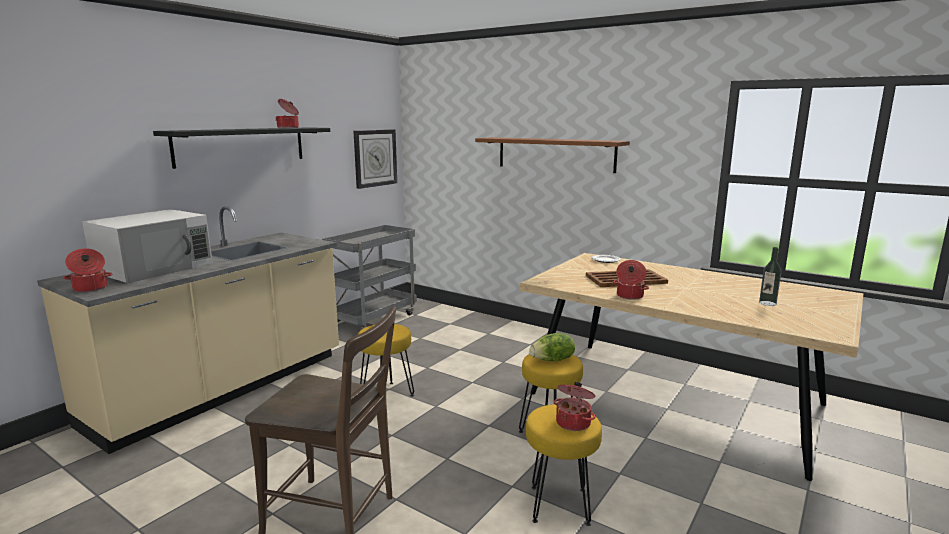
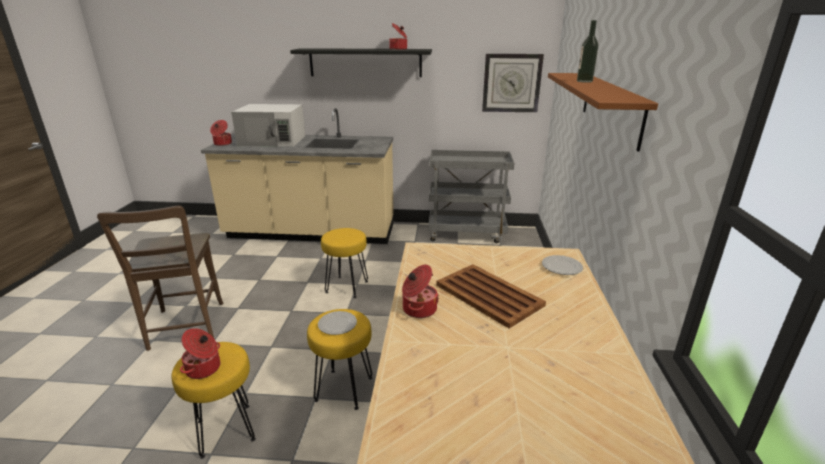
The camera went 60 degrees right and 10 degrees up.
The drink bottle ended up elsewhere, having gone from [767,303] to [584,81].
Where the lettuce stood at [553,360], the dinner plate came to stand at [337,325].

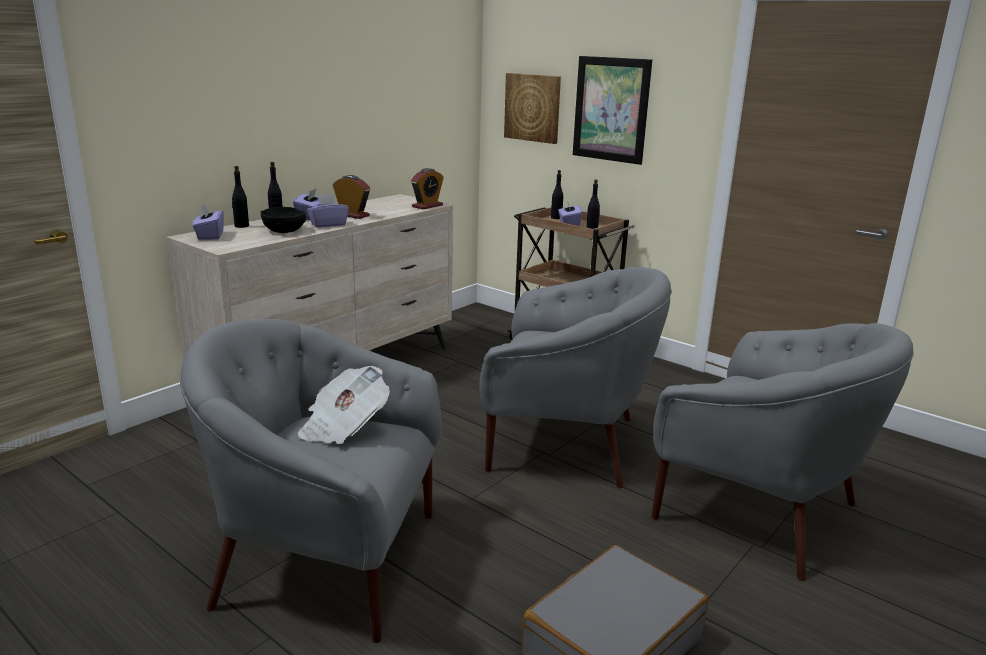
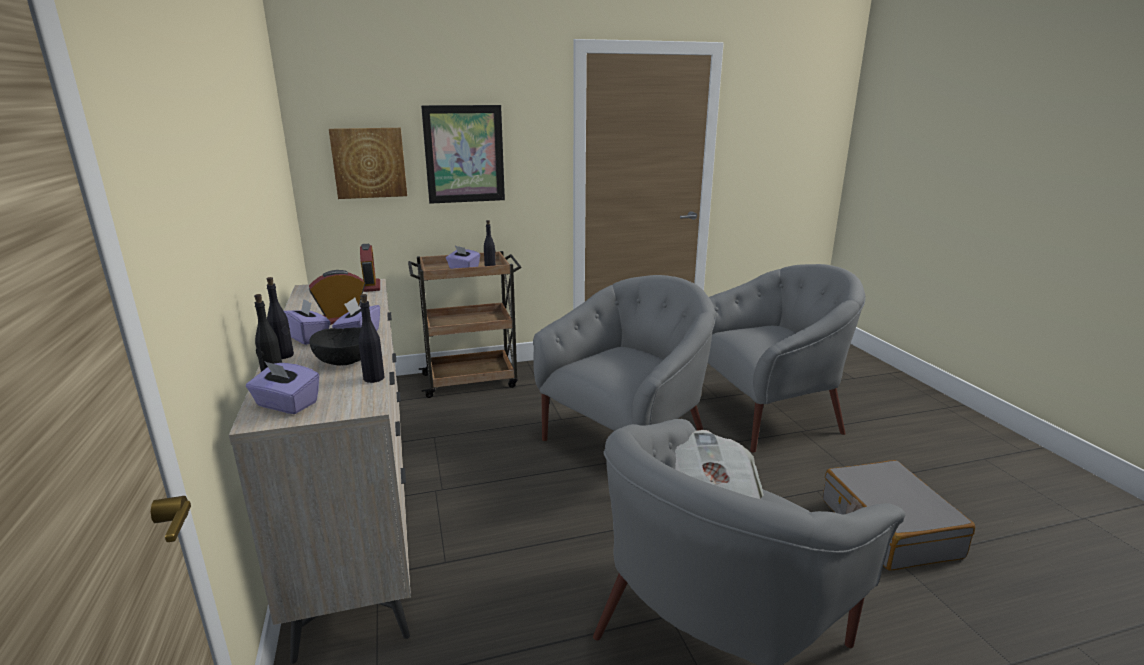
The camera went 55 degrees left and 0 degrees up.
The drink bottle in blackish ended up elsewhere, having gone from [556,218] to [374,378].

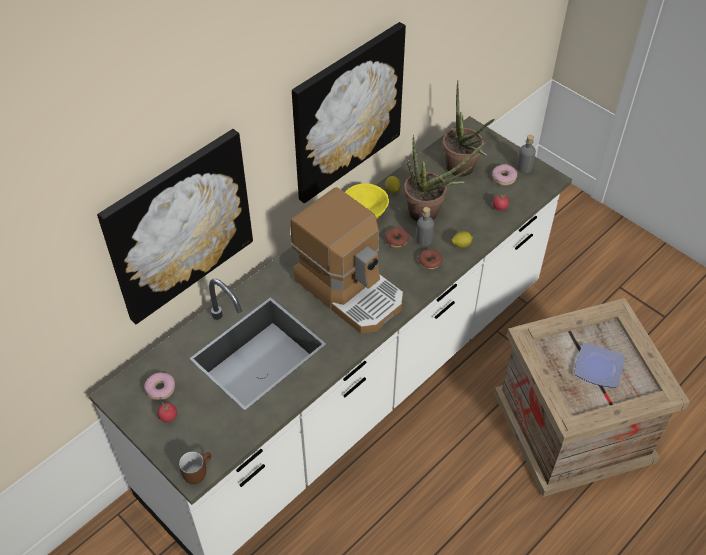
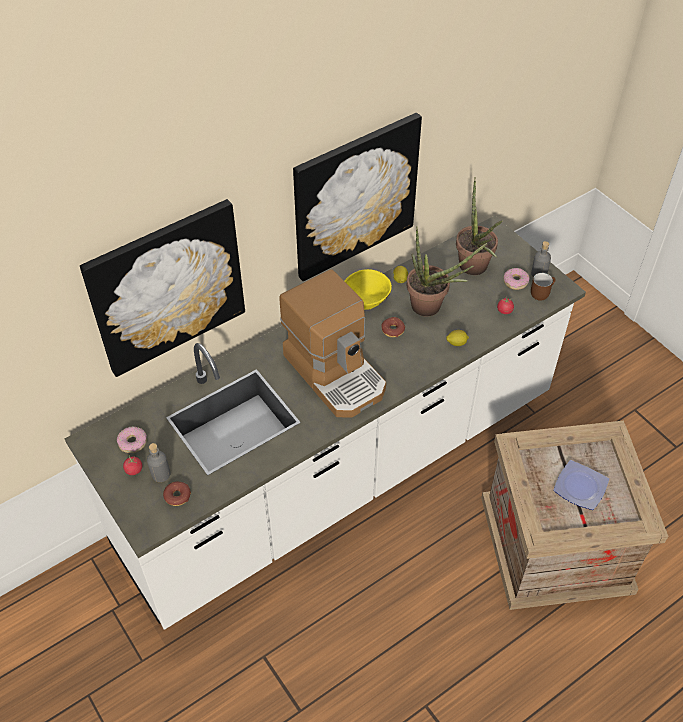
The camera went 10 degrees right and 0 degrees up.
The drink bottle in grey ended up elsewhere, having gone from [424,239] to [161,474].
The ring doughnut ended up elsewhere, having gone from [430,262] to [177,496].
The mug in brown-coloured ended up elsewhere, having gone from [197,471] to [541,292].

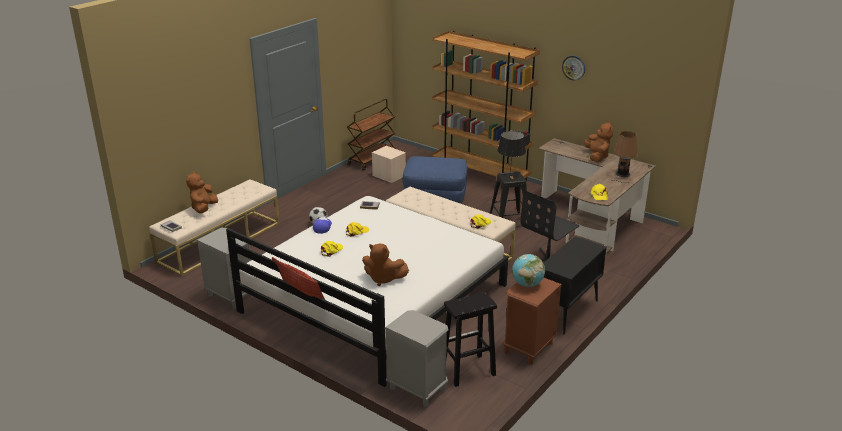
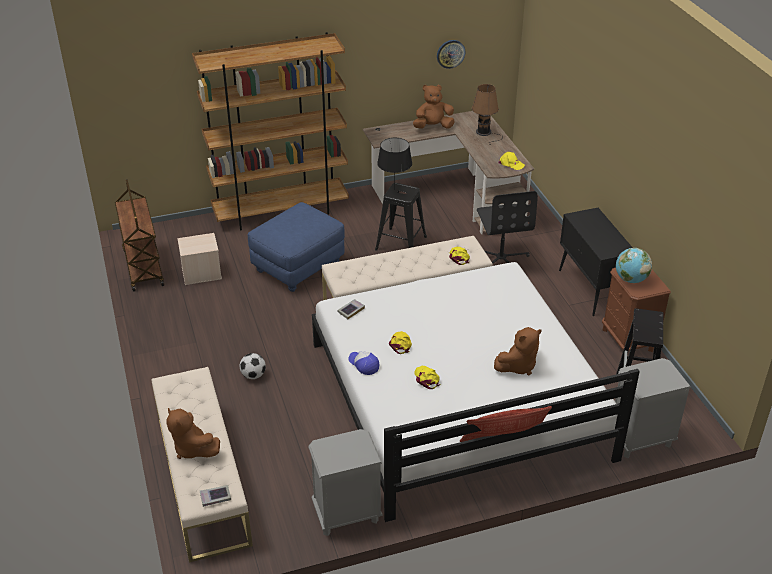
The camera went 55 degrees left and 10 degrees up.
The hanging clock ended up elsewhere, having gone from [574,67] to [450,53].
The cuddly toy in brown-coloured at [597,157] ended up facing another way, 45 degrees counterclockwise from before.

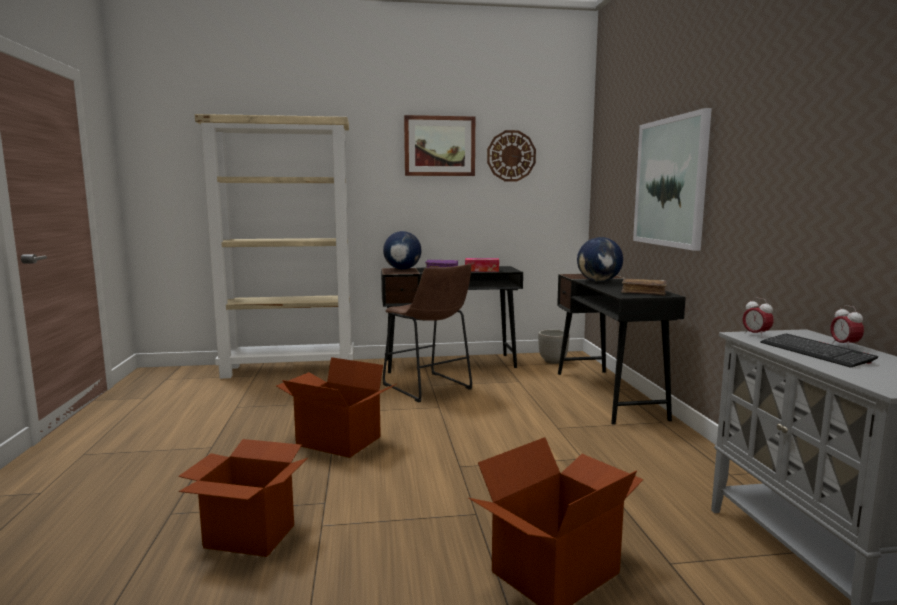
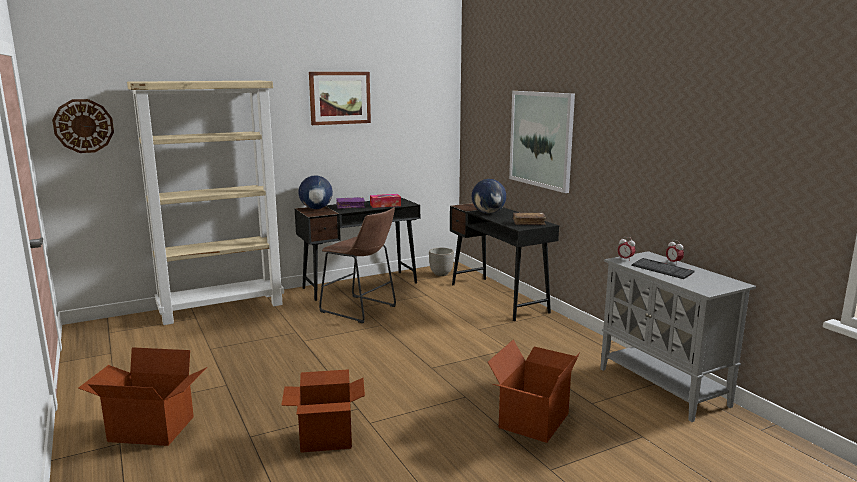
The camera went 20 degrees left and 5 degrees up.
The hanging clock ended up elsewhere, having gone from [511,156] to [83,126].
The packing box ended up elsewhere, having gone from [337,442] to [150,430].

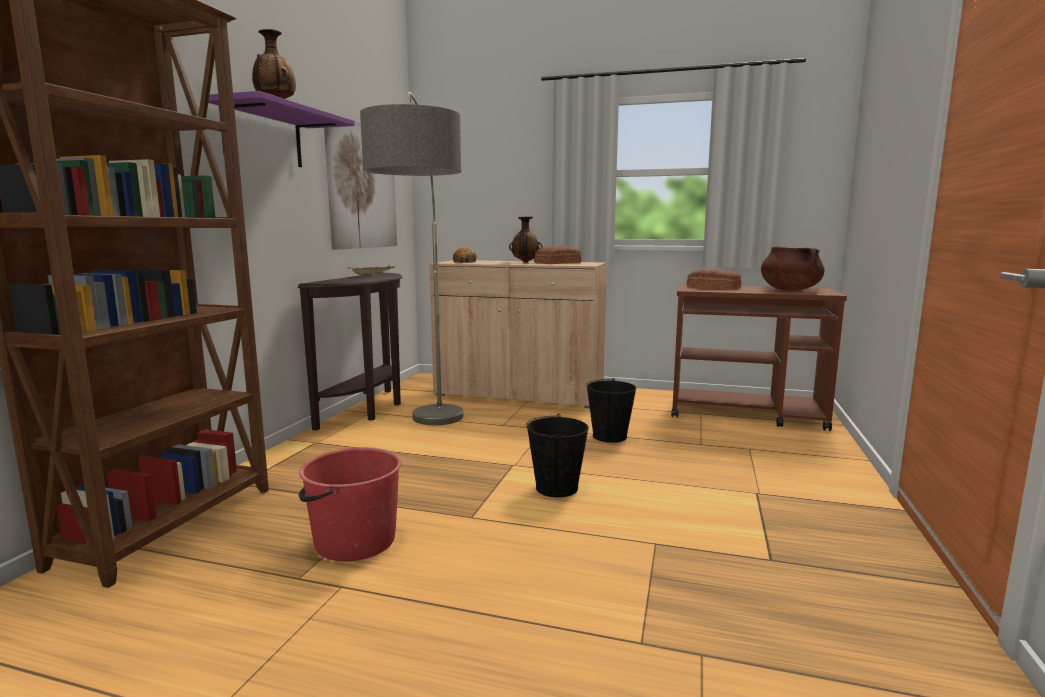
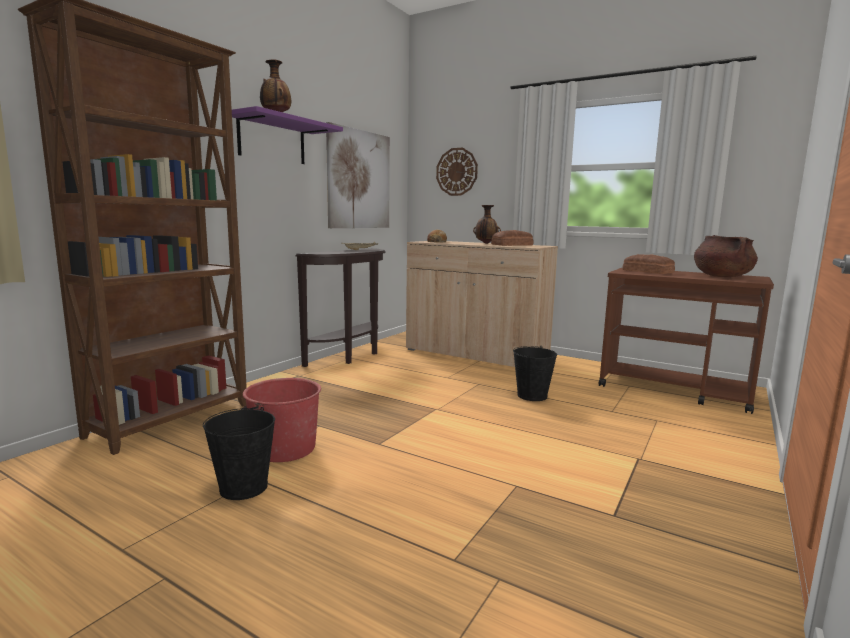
The camera went 15 degrees right and 0 degrees up.
The second view lost the standing lamp at [428,438].
The bucket in blackish ended up elsewhere, having gone from [557,488] to [244,487].
The second view gained the hanging clock at [457,172].

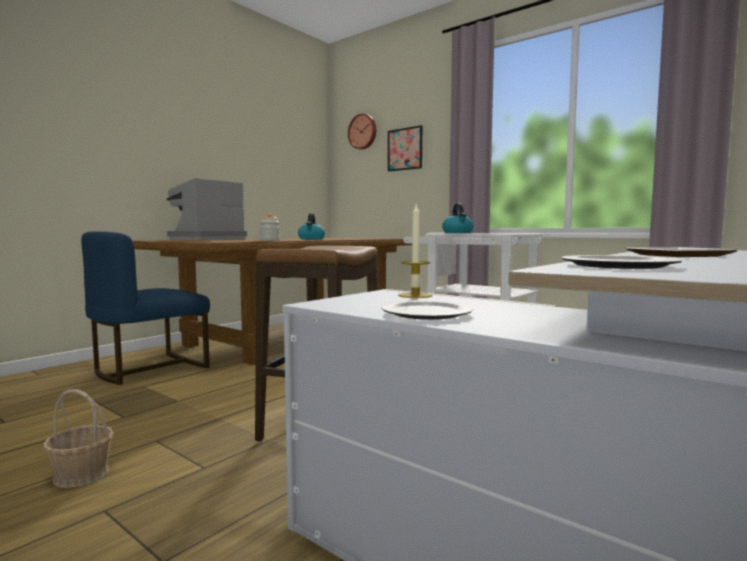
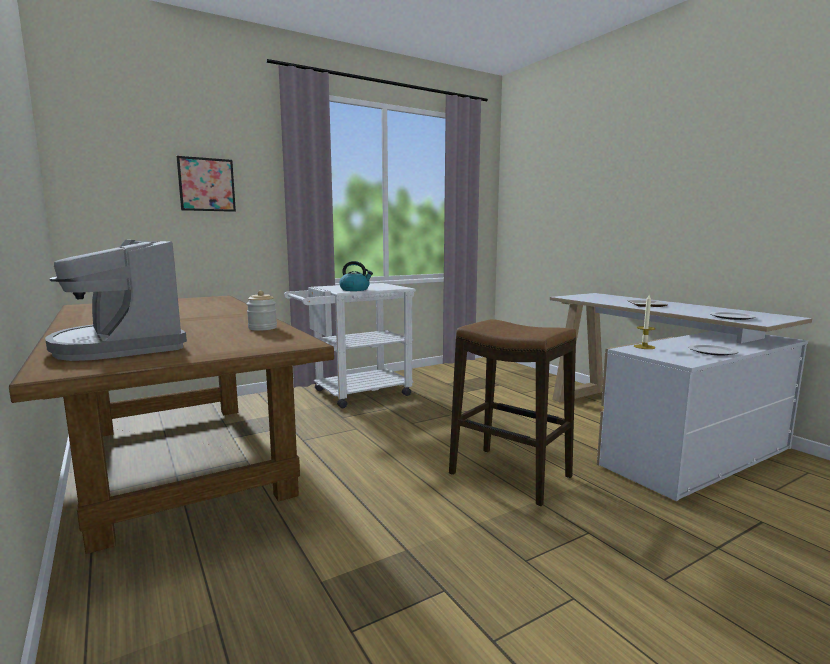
The camera went 70 degrees left and 5 degrees up.
The second view lost the hanging clock at [363,132].
The second view lost the tea kettle at [311,239].
The second view lost the upright chair in blue-coloured at [149,369].
The second view lost the household basket at [81,475].

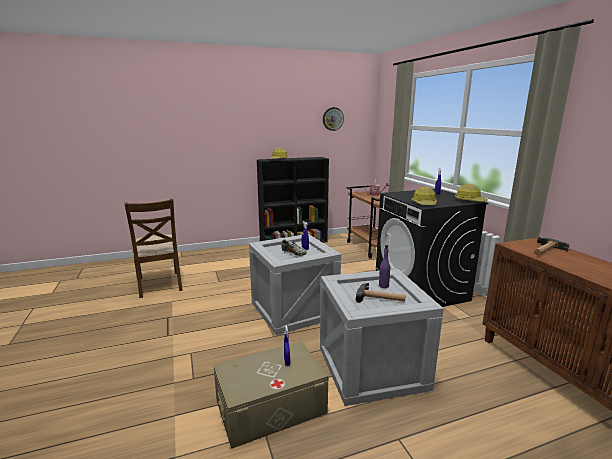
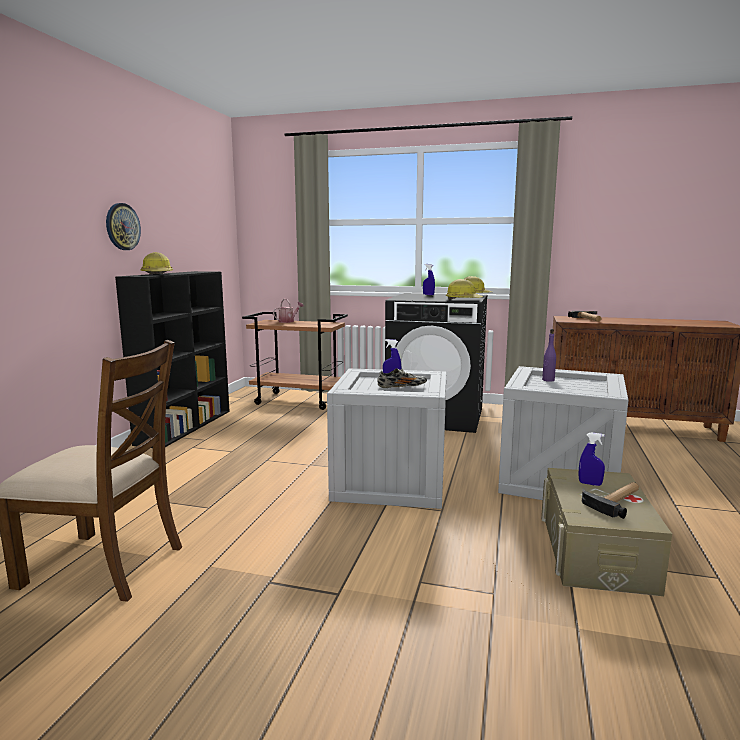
The camera went 55 degrees left and 5 degrees down.
The hanging clock ended up elsewhere, having gone from [333,119] to [122,226].
The hand hammer ended up elsewhere, having gone from [380,298] to [615,501].

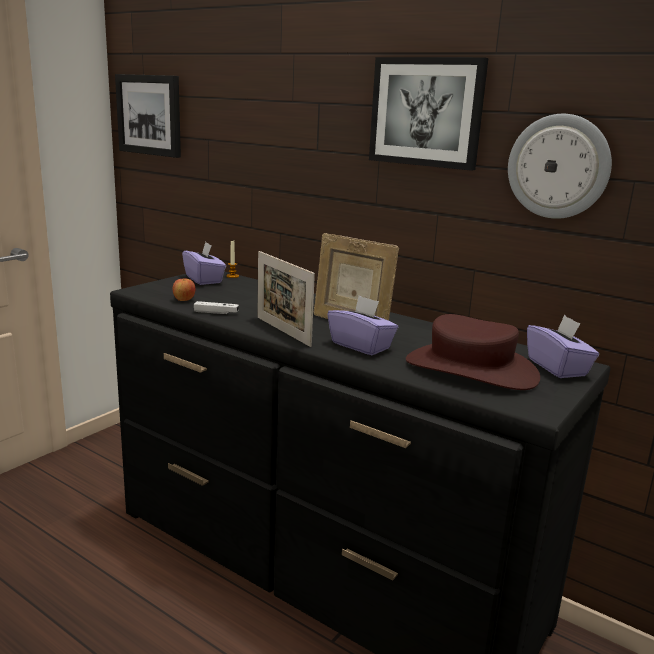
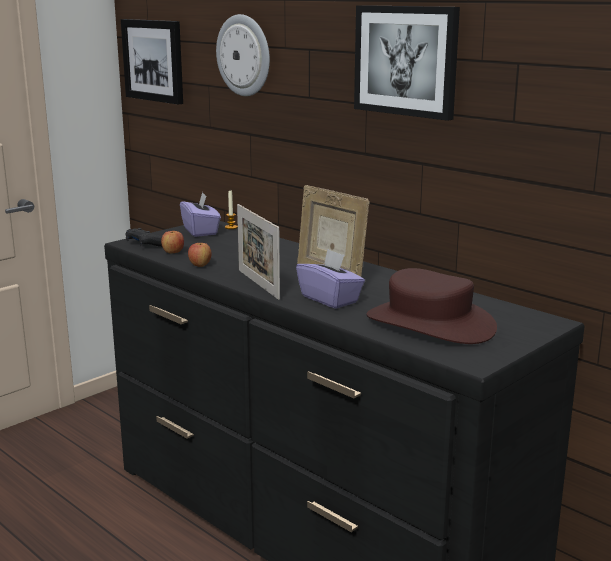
The camera went 10 degrees right and 0 degrees up.
The hanging clock ended up elsewhere, having gone from [558,167] to [244,55].
Where the gamepad in white-coloured stood at [216,312], the whole apple came to stand at [200,265].
The second view lost the tissue box in purple at [557,367].
The second view gained the gamepad in blackish at [145,244].

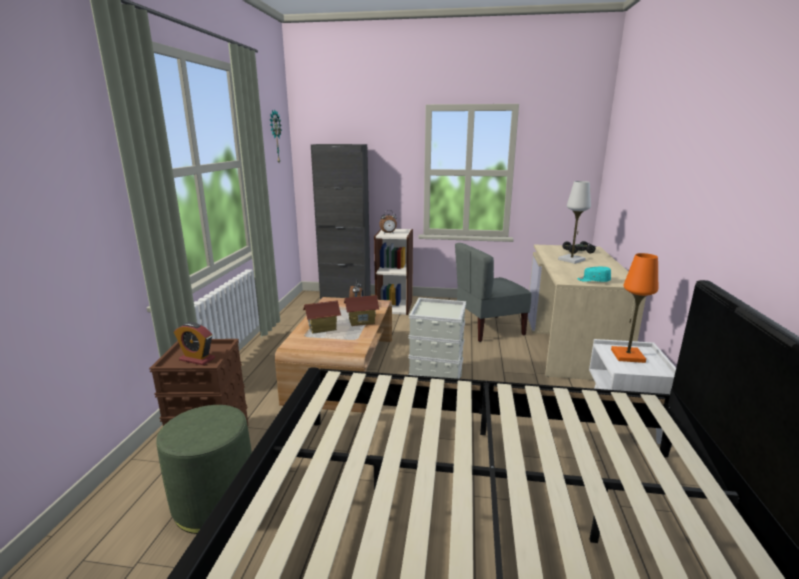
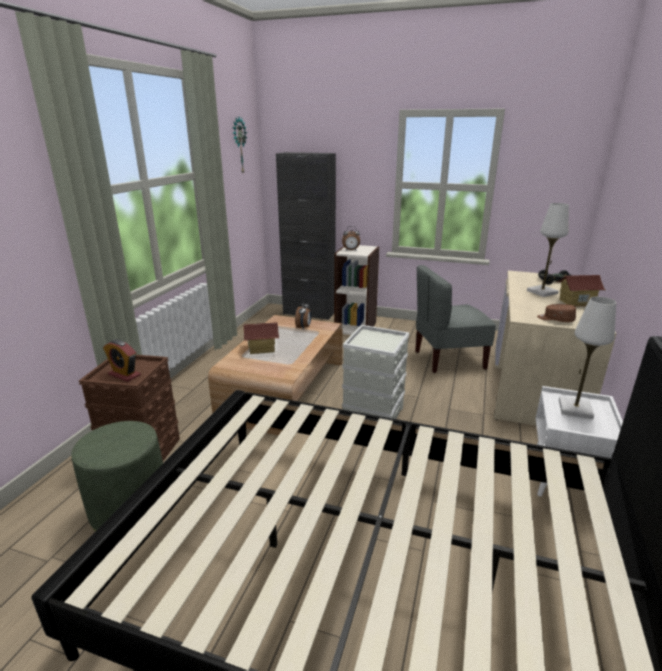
The camera went 10 degrees right and 5 degrees up.
What was the lamp for a table in orange-coloured at [627,356] turned into the lamp for a table in white-coloured at [575,409].
What was the baseball cap in blue-green at [593,280] turned into the baseball cap in brown-coloured at [555,319].
The model house ended up elsewhere, having gone from [361,321] to [576,302].

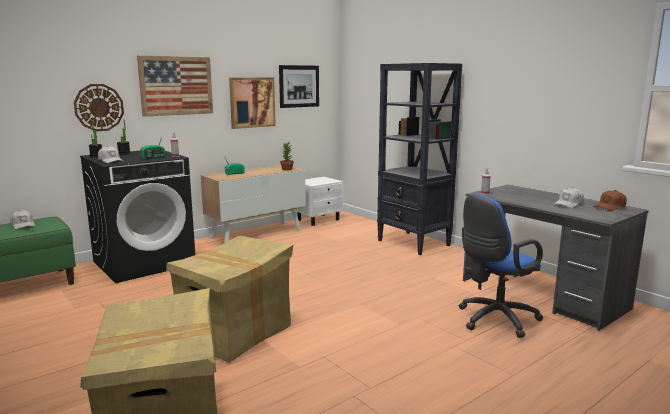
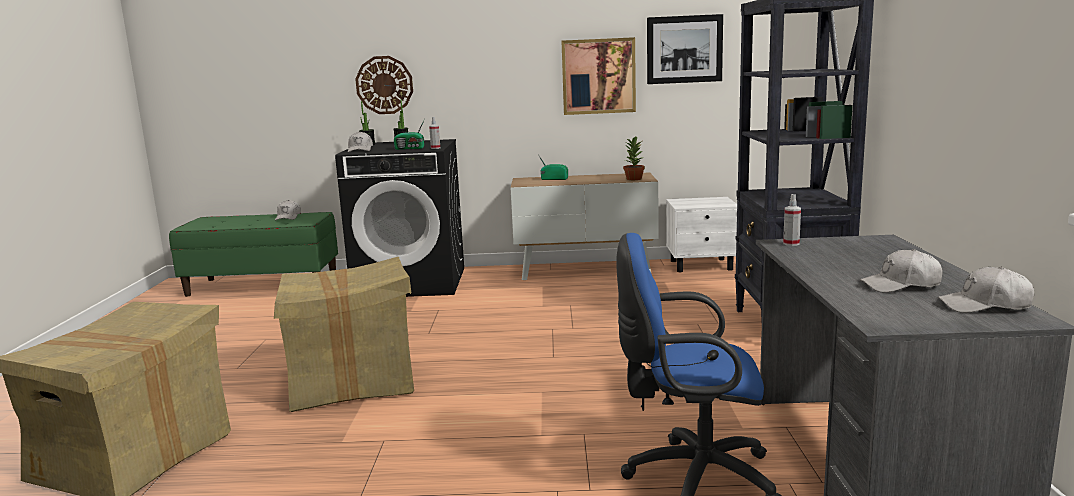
The camera went 40 degrees right and 0 degrees up.
The second view lost the wall art at [176,85].
What was the baseball cap in brown-coloured at [610,207] turned into the baseball cap in white-coloured at [985,306].

